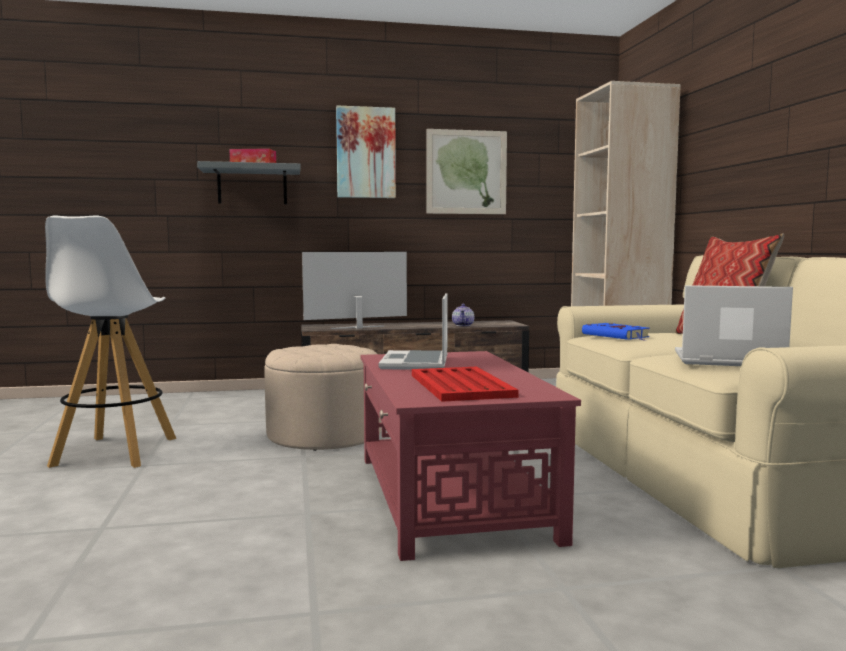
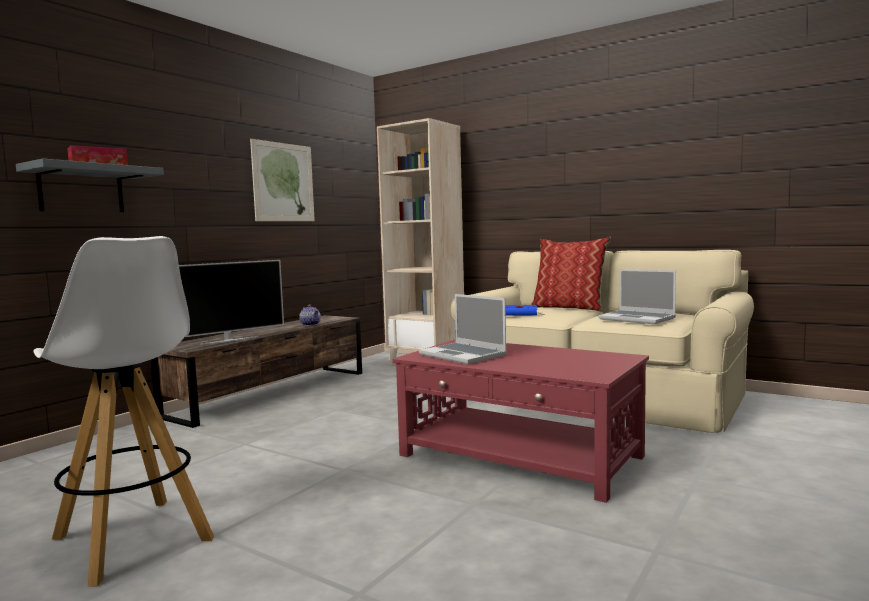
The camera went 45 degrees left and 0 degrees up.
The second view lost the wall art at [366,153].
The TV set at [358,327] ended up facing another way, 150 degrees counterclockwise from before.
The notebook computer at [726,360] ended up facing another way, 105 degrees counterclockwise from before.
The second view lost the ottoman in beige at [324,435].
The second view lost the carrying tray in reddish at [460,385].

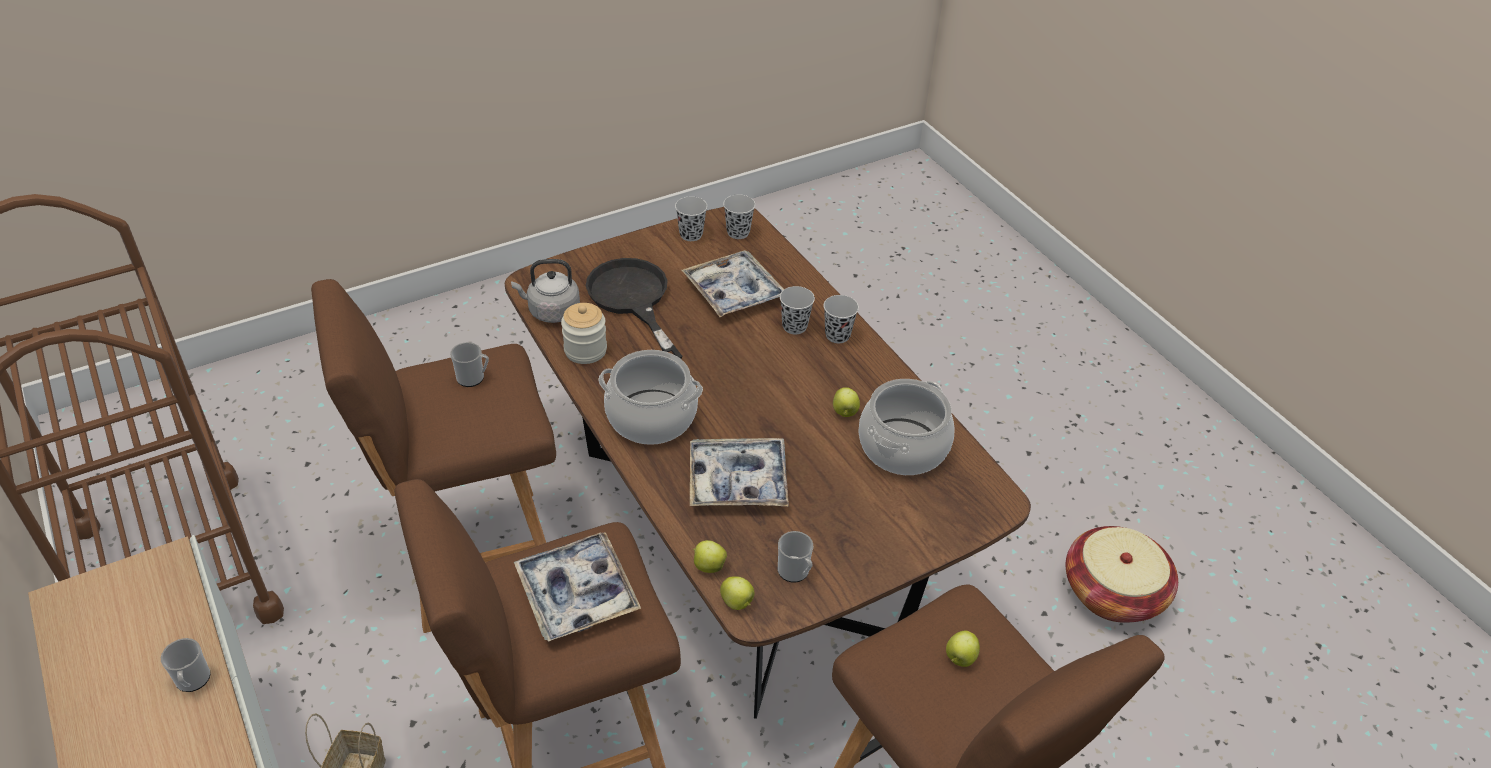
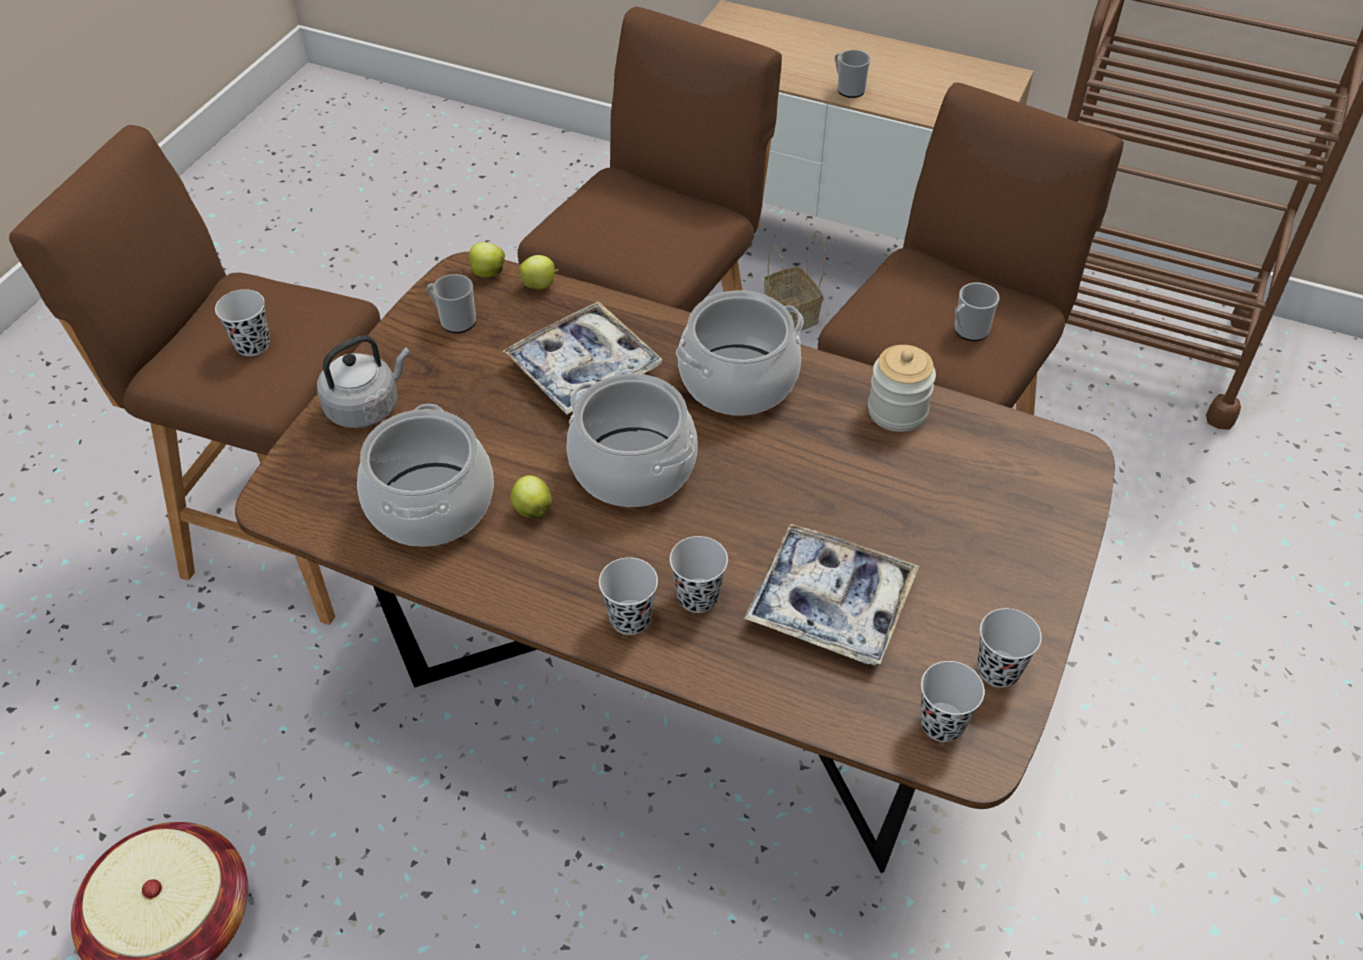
The camera went 145 degrees right and 5 degrees up.
The second view lost the pan in blackish at [633,300].
The tea kettle in grey ended up elsewhere, having gone from [551,311] to [366,406].
The second view lost the carrying tray at [577,593].
Where the whole apple stood at [960,658], the cup in blackish came to stand at [252,345].
The second view gained the saucepot at [633,467].

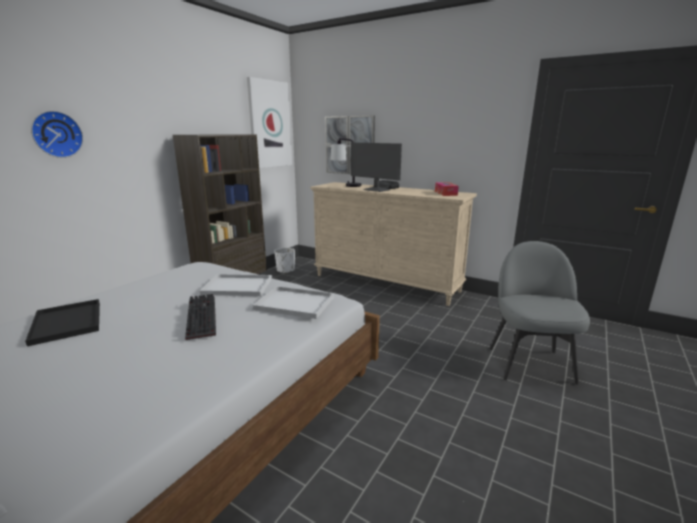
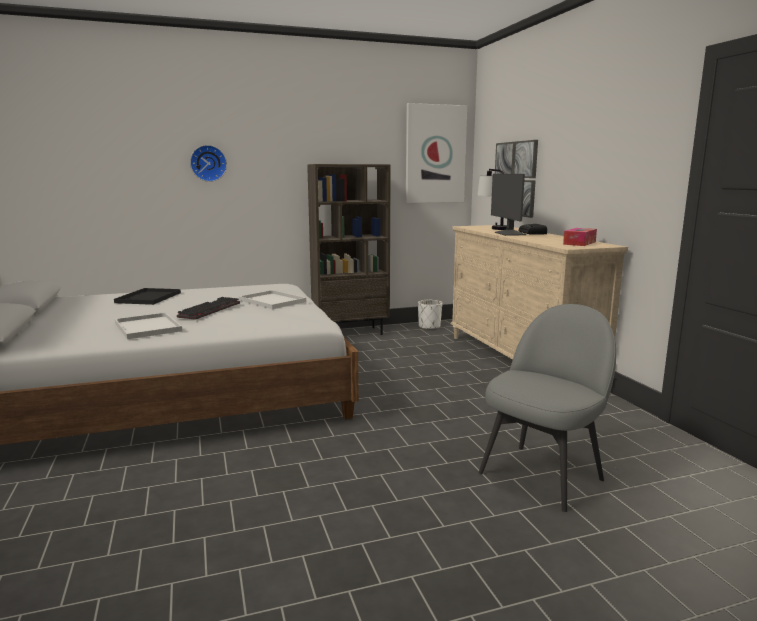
The camera went 40 degrees right and 5 degrees down.
The carrying tray in white-coloured ended up elsewhere, having gone from [296,303] to [149,327].

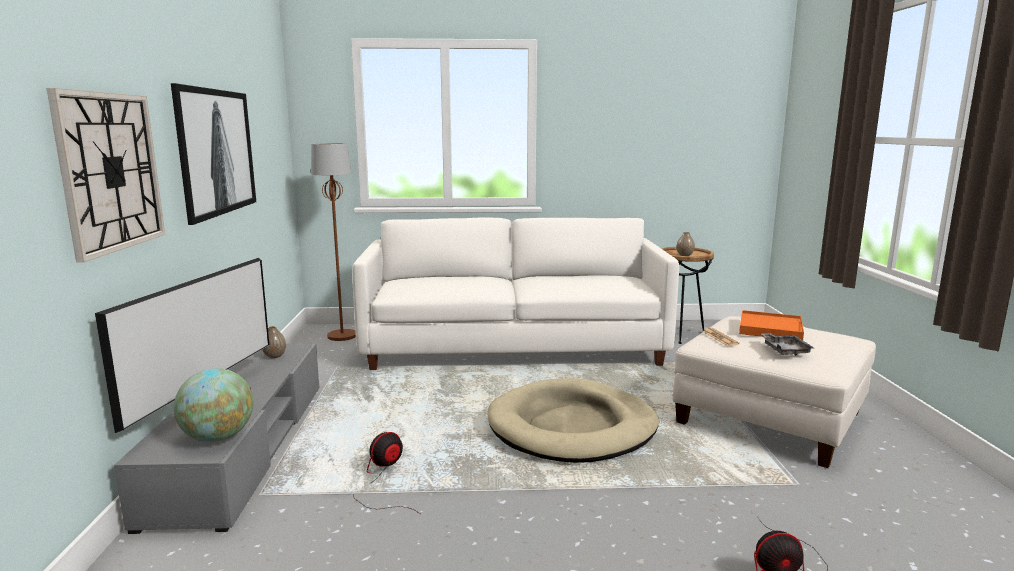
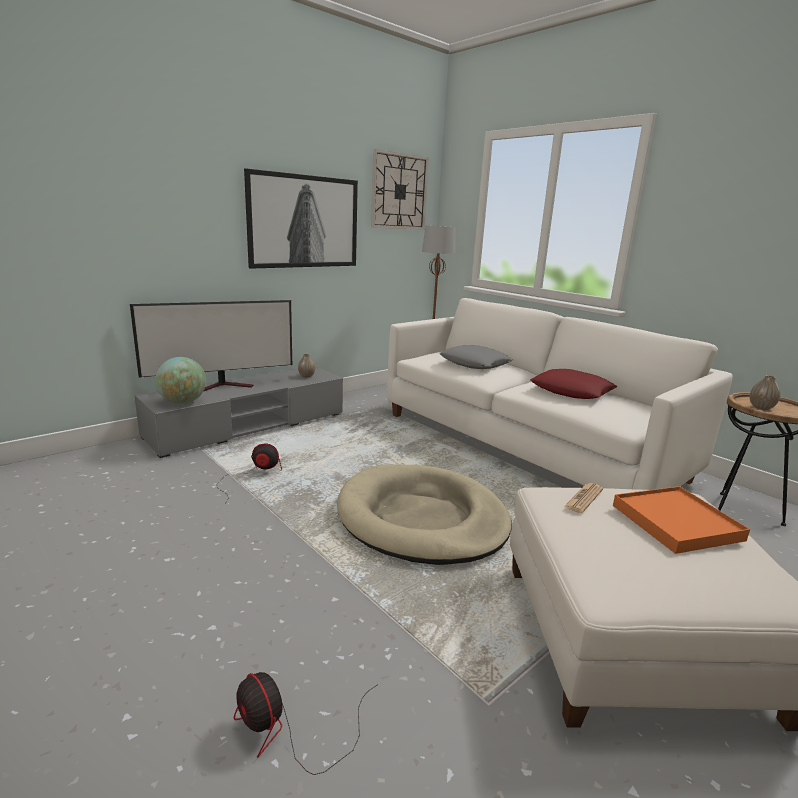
The camera went 50 degrees right and 5 degrees up.
The hanging clock ended up elsewhere, having gone from [111,172] to [399,191].
The second view lost the carrying tray in grey at [785,350].
The second view gained the throw pillow in grey at [475,363].
The second view gained the throw pillow in reddish at [571,391].

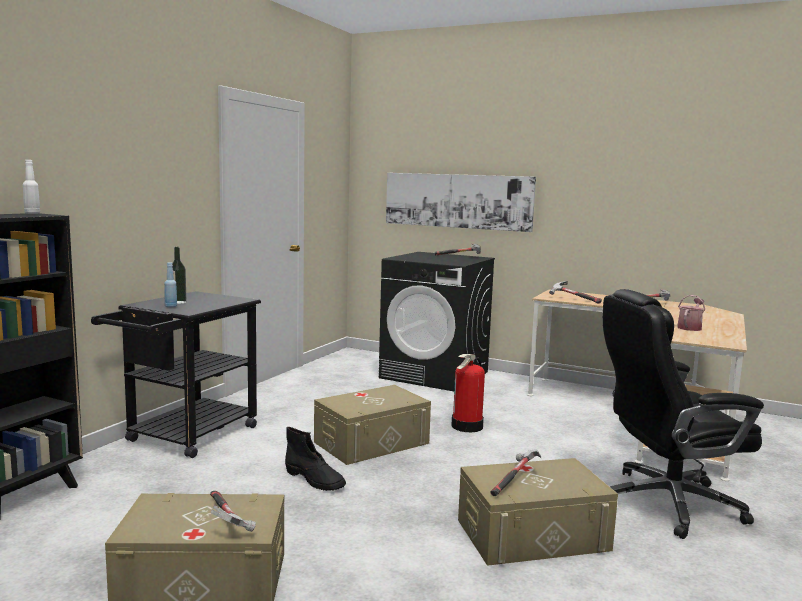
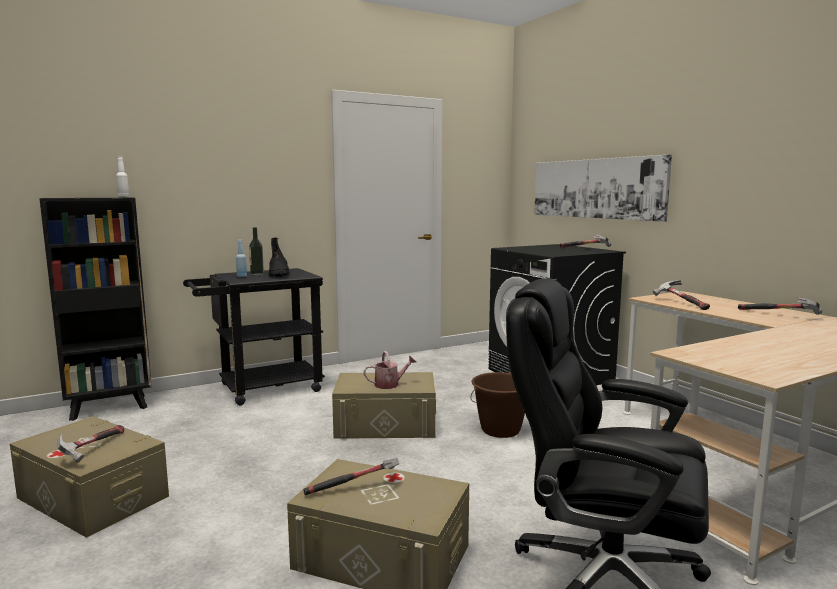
The camera went 35 degrees right and 0 degrees up.
The sprinkling can ended up elsewhere, having gone from [690,327] to [390,384].
Where the fire extinguisher stood at [467,426], the bucket in brown-coloured came to stand at [500,430].
The tall boot in blackish ended up elsewhere, having gone from [315,480] to [279,274].

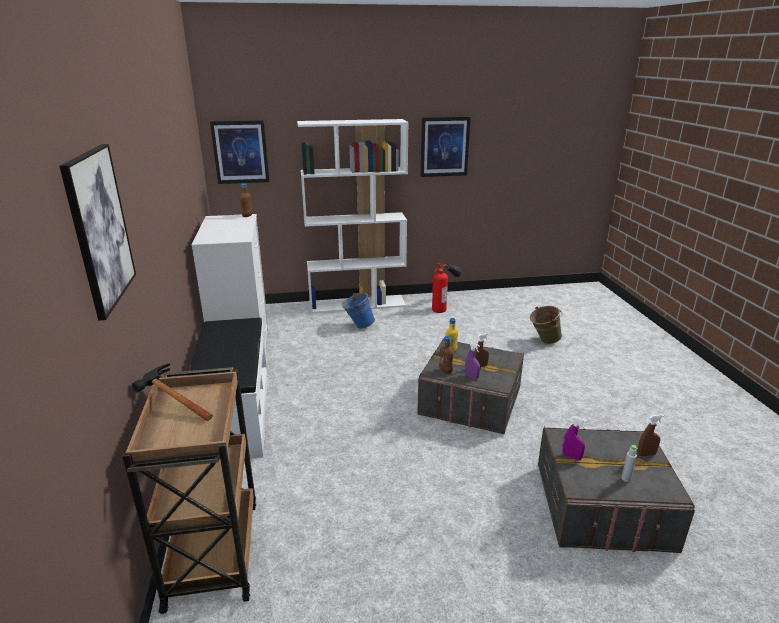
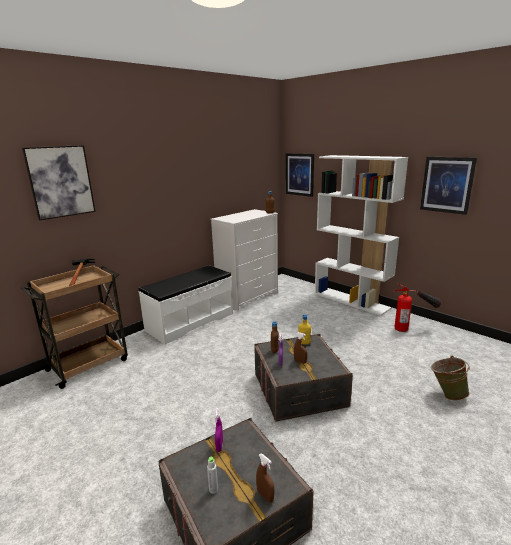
The camera went 55 degrees right and 5 degrees down.
The second view lost the bucket in blue-coloured at [358,326].

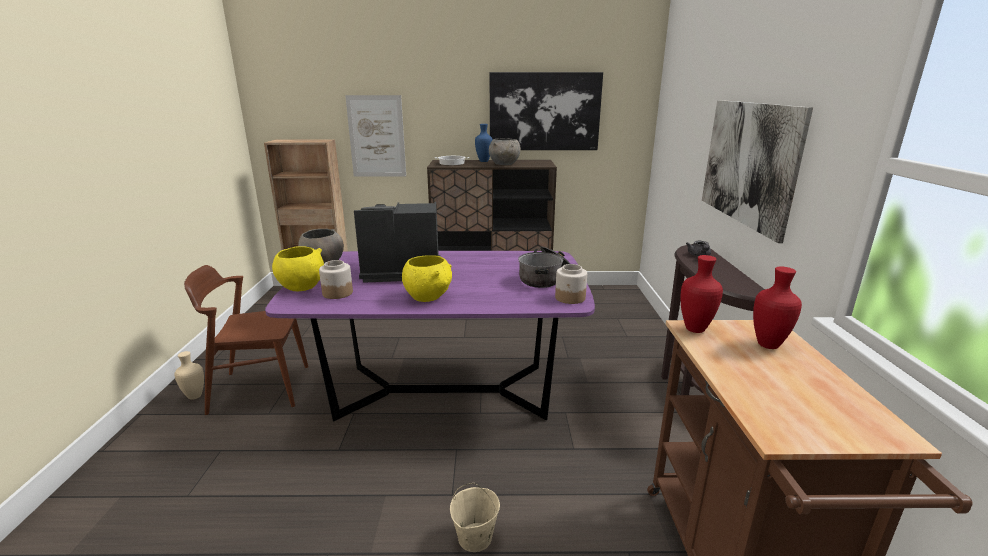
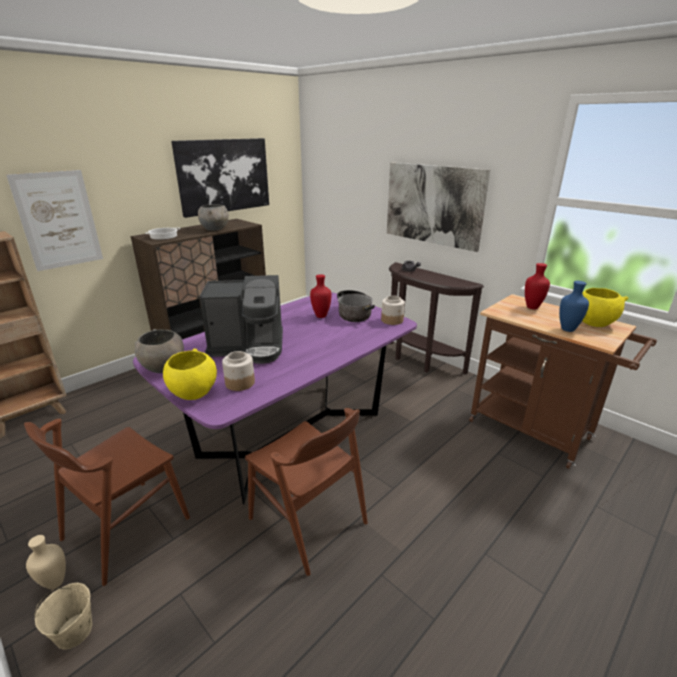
The camera went 45 degrees left and 5 degrees up.
The vase in blue-coloured ended up elsewhere, having gone from [484,161] to [567,329].
The coffee machine at [400,272] ended up facing another way, 135 degrees counterclockwise from before.
The deep dish in yellow-coloured ended up elsewhere, having gone from [428,297] to [594,322].
The vase in reddish ended up elsewhere, having gone from [694,328] to [320,316].
The bucket in beige ended up elsewhere, having gone from [475,538] to [74,632].
The second view gained the upright chair in brown-coloured at [308,521].

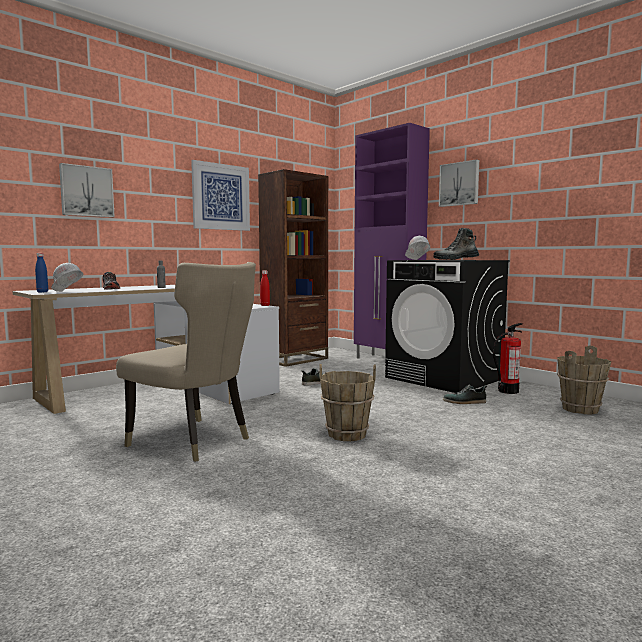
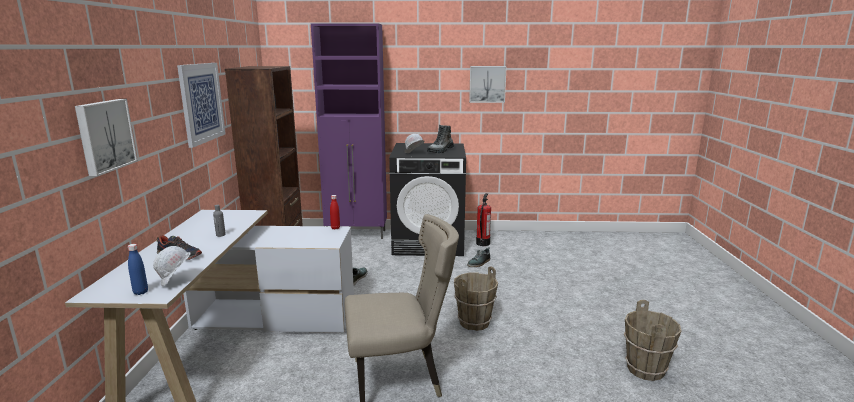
The camera went 45 degrees left and 10 degrees up.
The wall art ended up elsewhere, having gone from [459,184] to [487,84].
The bucket in brown-coloured ended up elsewhere, having gone from [580,409] to [646,370].

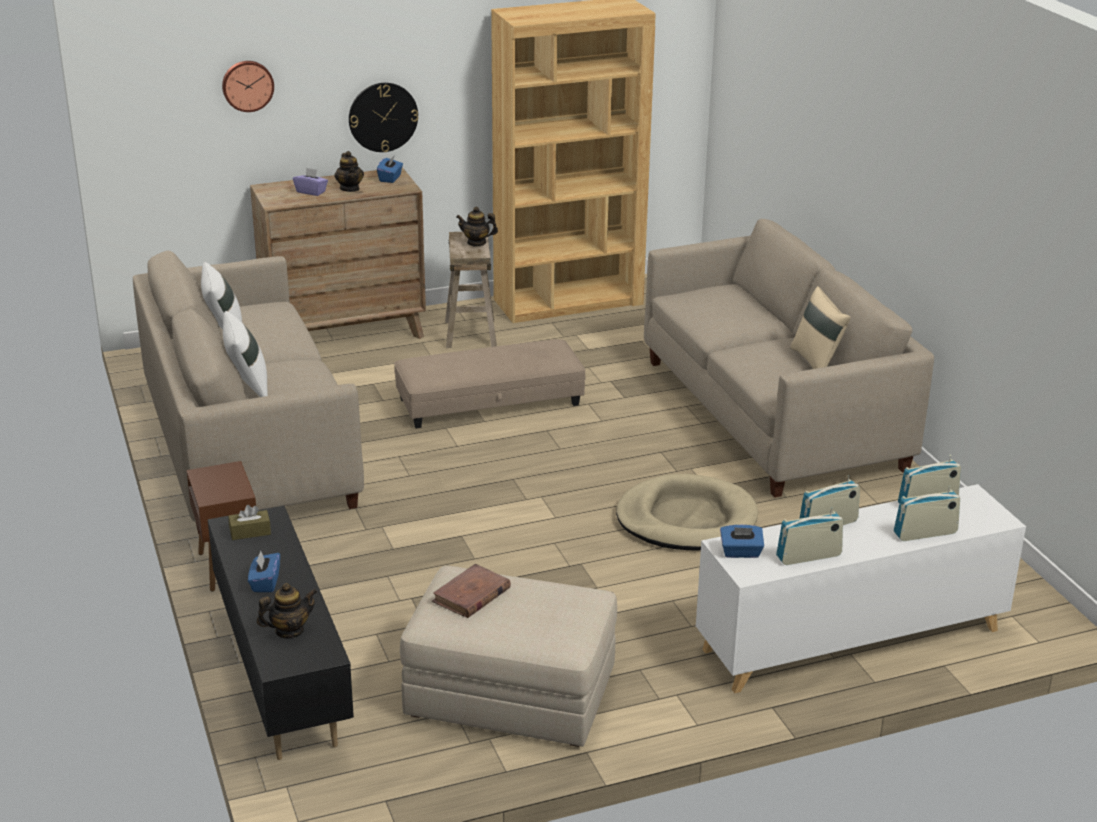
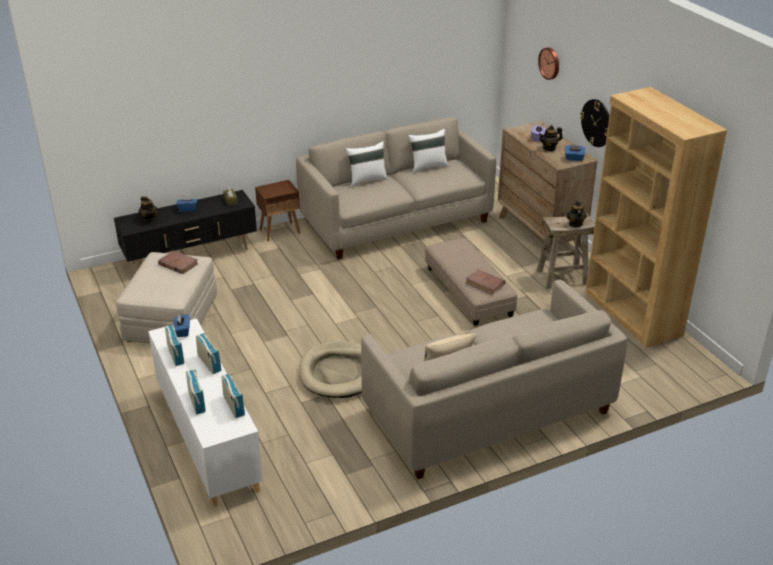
The camera went 85 degrees right and 5 degrees up.
The second view gained the volume in brown-coloured at [485,283].

